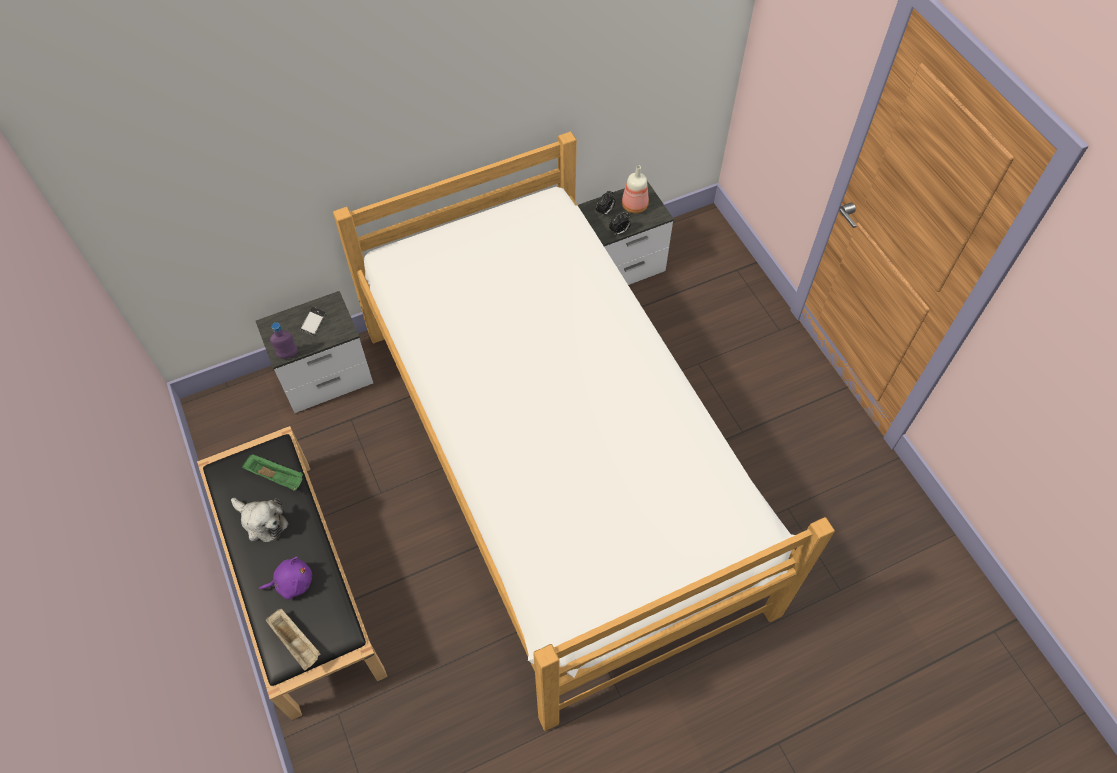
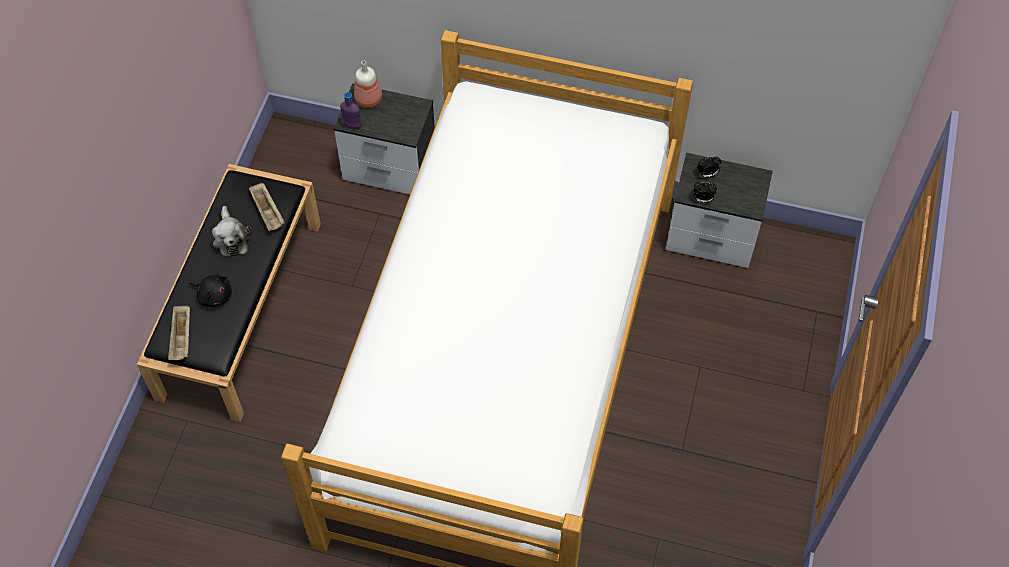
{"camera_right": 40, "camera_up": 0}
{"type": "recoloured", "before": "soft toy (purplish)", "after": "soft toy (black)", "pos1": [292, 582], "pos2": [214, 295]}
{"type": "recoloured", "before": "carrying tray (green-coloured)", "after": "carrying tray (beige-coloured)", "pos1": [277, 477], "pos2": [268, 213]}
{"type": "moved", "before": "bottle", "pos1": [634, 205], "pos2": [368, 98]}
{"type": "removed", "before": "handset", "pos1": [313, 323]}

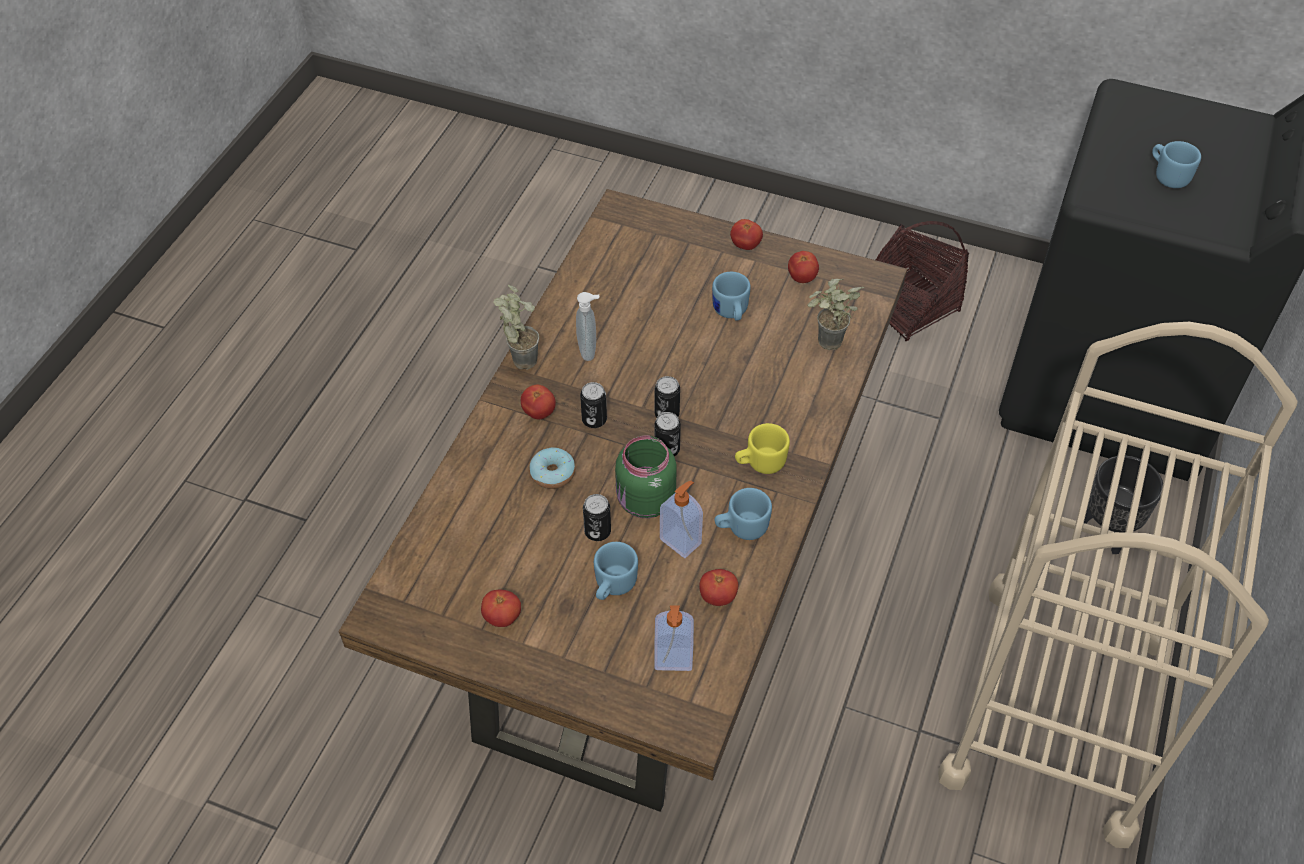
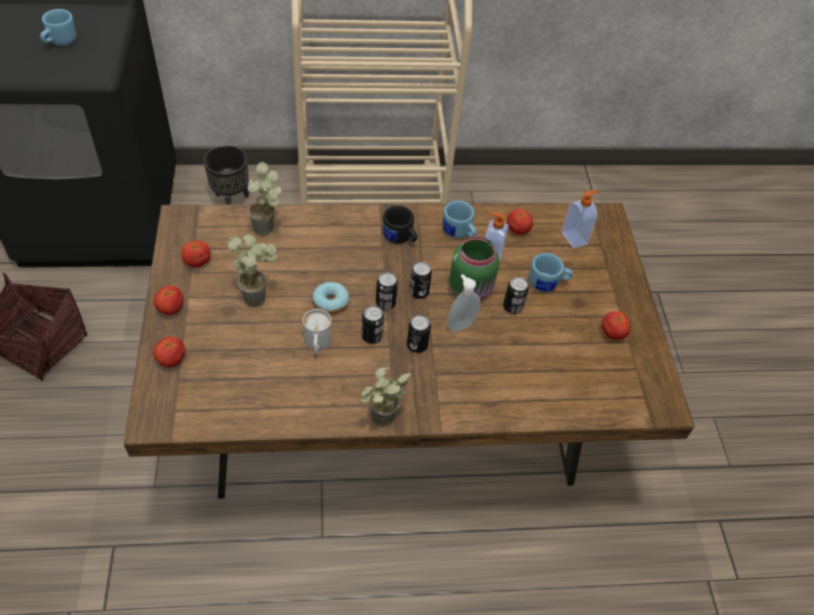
{"camera_right": -120, "camera_up": 0}
{"type": "moved", "before": "fresh tomato", "pos1": [539, 412], "pos2": [171, 360]}
{"type": "replaced", "before": "mug (bluish)", "after": "houseplant", "pos1": [730, 313], "pos2": [259, 295]}
{"type": "added", "after": "mug (white-coloured)", "pos2": [317, 344]}
{"type": "moved", "before": "ring doughnut", "pos1": [552, 474], "pos2": [331, 302]}
{"type": "added", "after": "can", "pos2": [372, 336]}
{"type": "recoloured", "before": "mug (yellowish)", "after": "mug (black)", "pos1": [759, 463], "pos2": [400, 238]}
{"type": "moved", "before": "liquid soap bottle", "pos1": [589, 350], "pos2": [460, 324]}

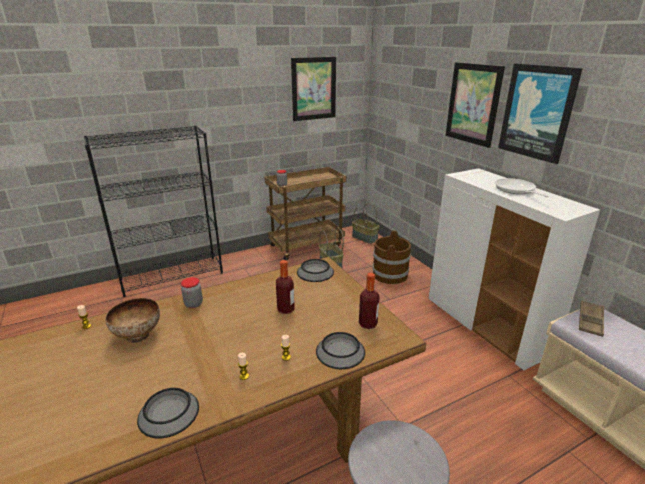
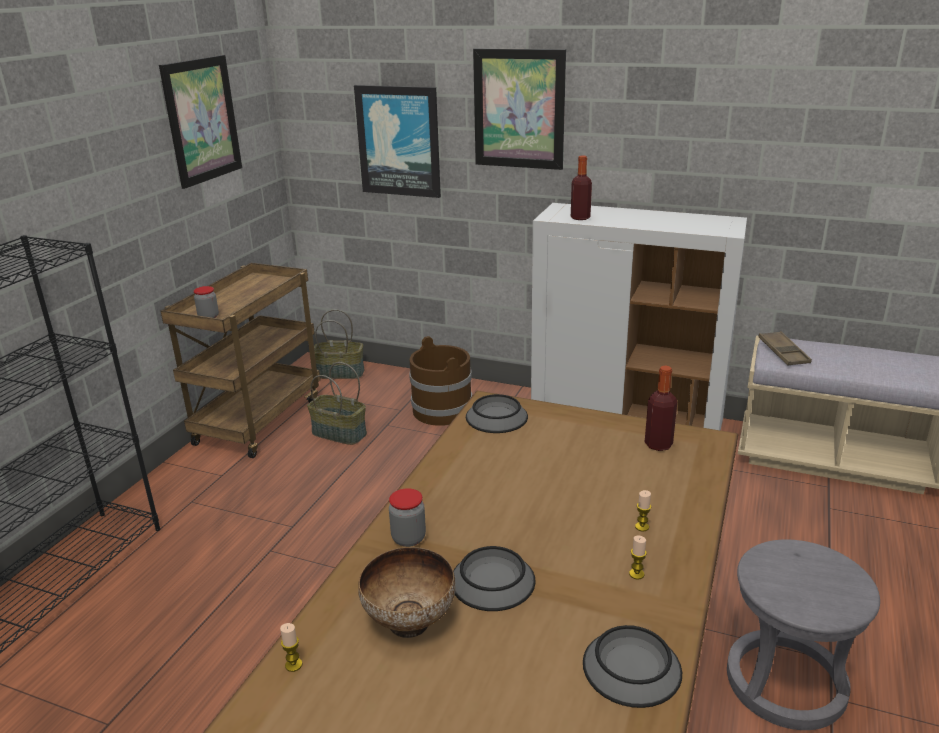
{"camera_right": -40, "camera_up": 0}
{"type": "moved", "before": "wall art", "pos1": [537, 112], "pos2": [399, 141]}
{"type": "moved", "before": "deep dish", "pos1": [340, 351], "pos2": [492, 580]}
{"type": "moved", "before": "bottle", "pos1": [285, 309], "pos2": [580, 218]}
{"type": "removed", "before": "skillet", "pos1": [516, 190]}

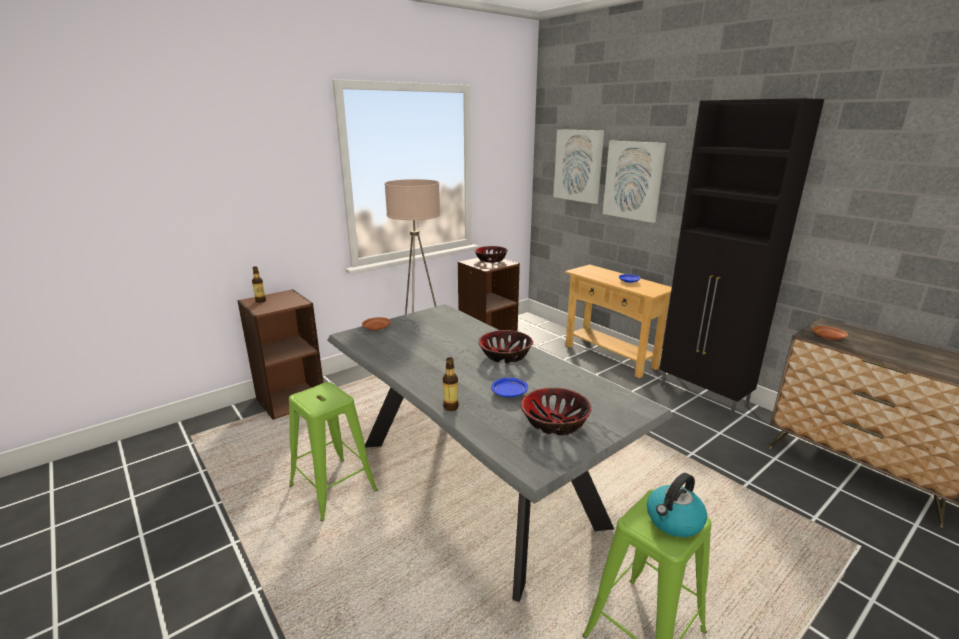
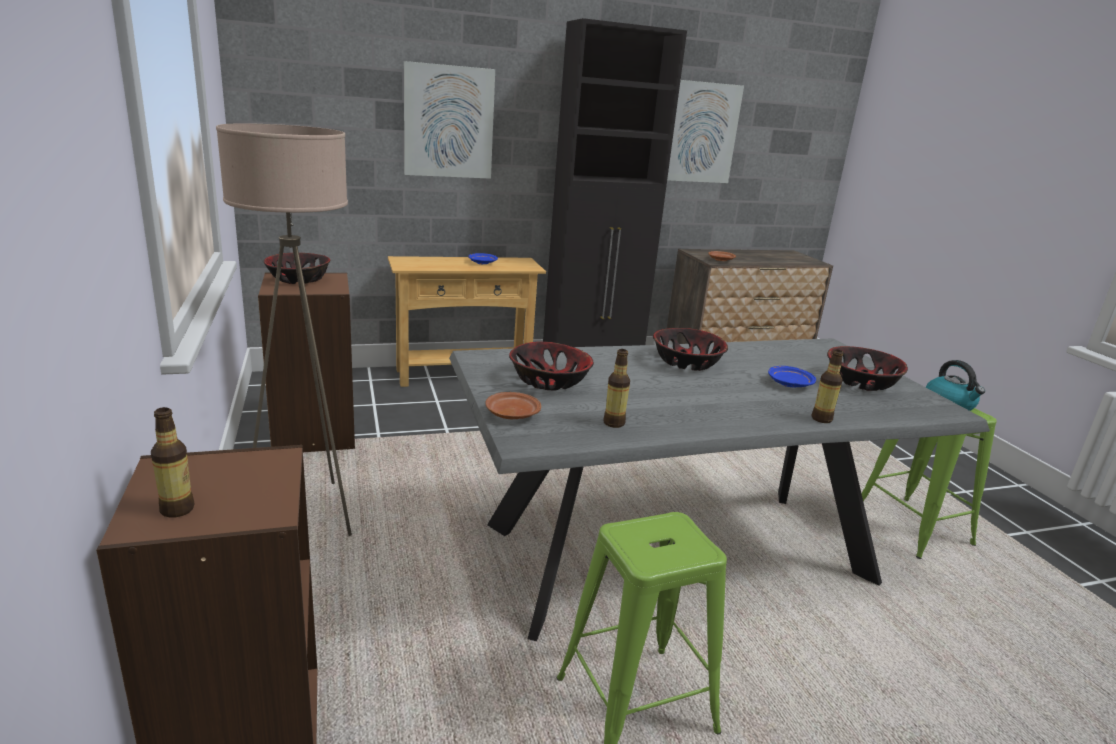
{"camera_right": -70, "camera_up": 0}
{"type": "added", "after": "deep dish", "pos2": [550, 381]}
{"type": "added", "after": "bottle", "pos2": [613, 423]}
{"type": "moved", "before": "wall art", "pos1": [578, 165], "pos2": [698, 132]}

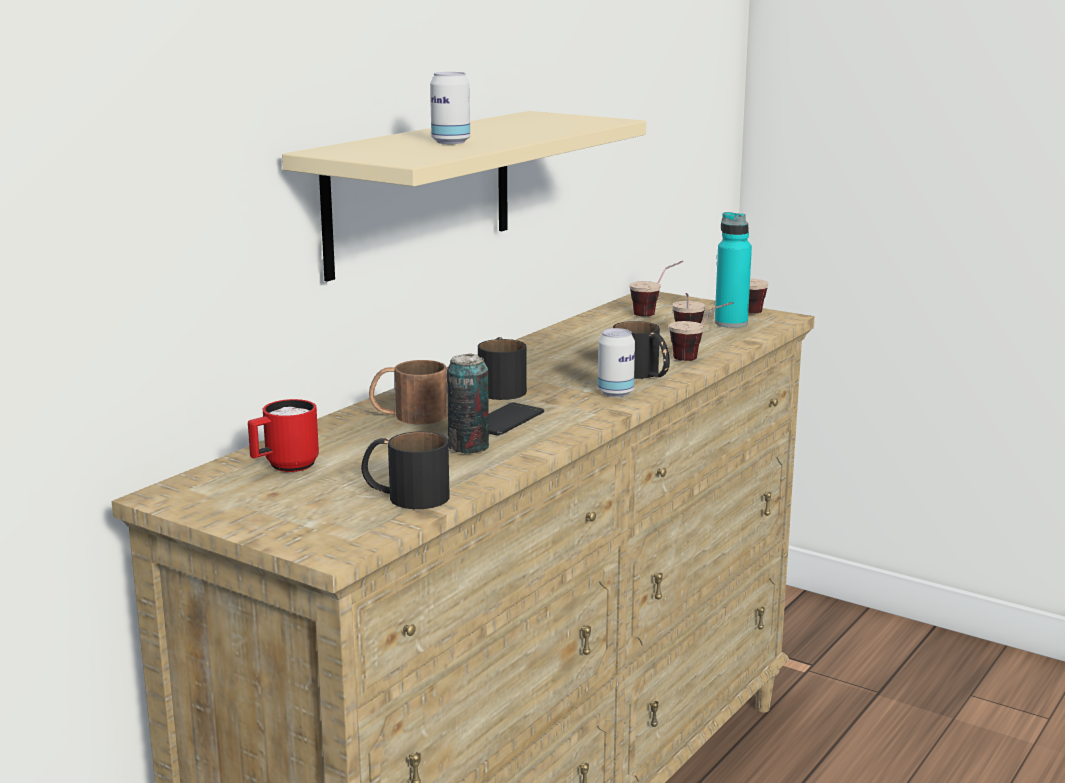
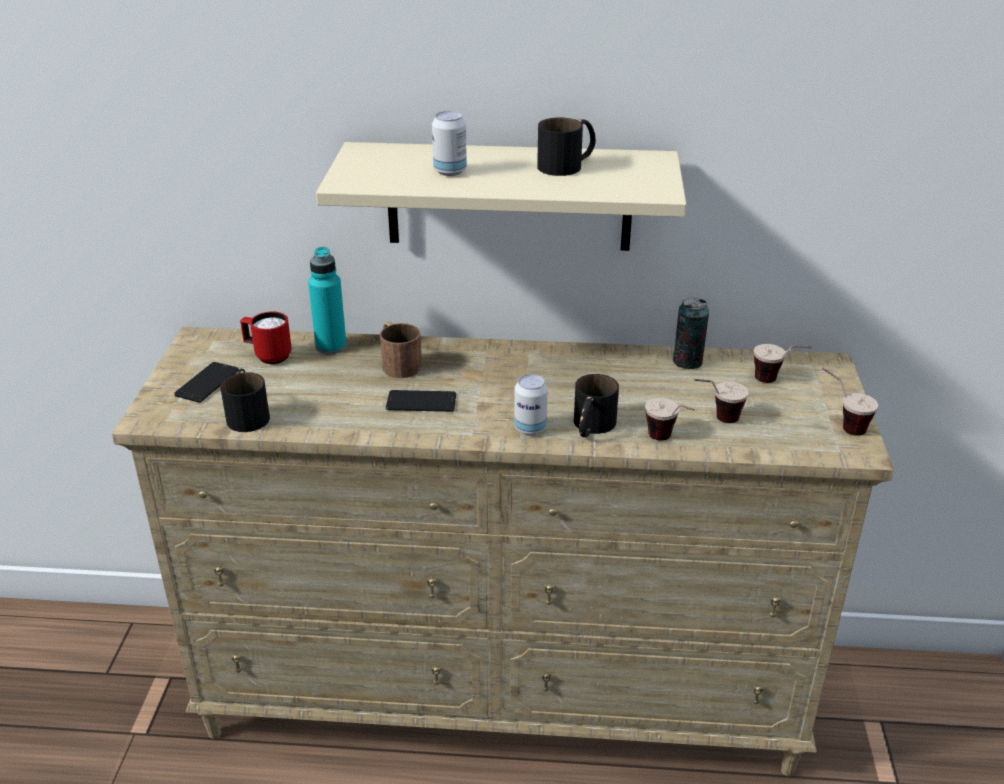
{"camera_right": 60, "camera_up": 15}
{"type": "added", "after": "handset", "pos2": [207, 383]}
{"type": "moved", "before": "bottle (blue-green)", "pos1": [731, 323], "pos2": [331, 346]}
{"type": "moved", "before": "mug (black)", "pos1": [501, 388], "pos2": [568, 165]}
{"type": "moved", "before": "can", "pos1": [468, 447], "pos2": [687, 362]}

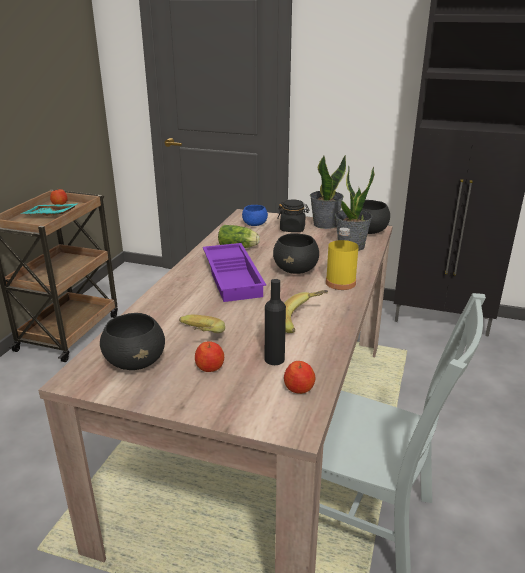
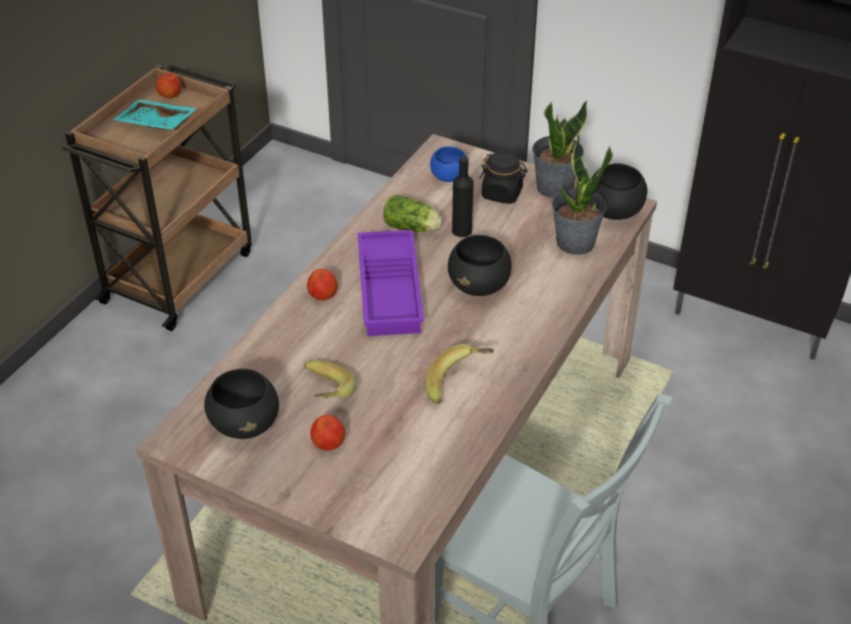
{"camera_right": 10, "camera_up": 15}
{"type": "moved", "before": "apple fruit", "pos1": [299, 388], "pos2": [323, 294]}
{"type": "moved", "before": "bottle (black)", "pos1": [274, 359], "pos2": [462, 231]}
{"type": "removed", "before": "bottle (yellowish)", "pos1": [340, 283]}

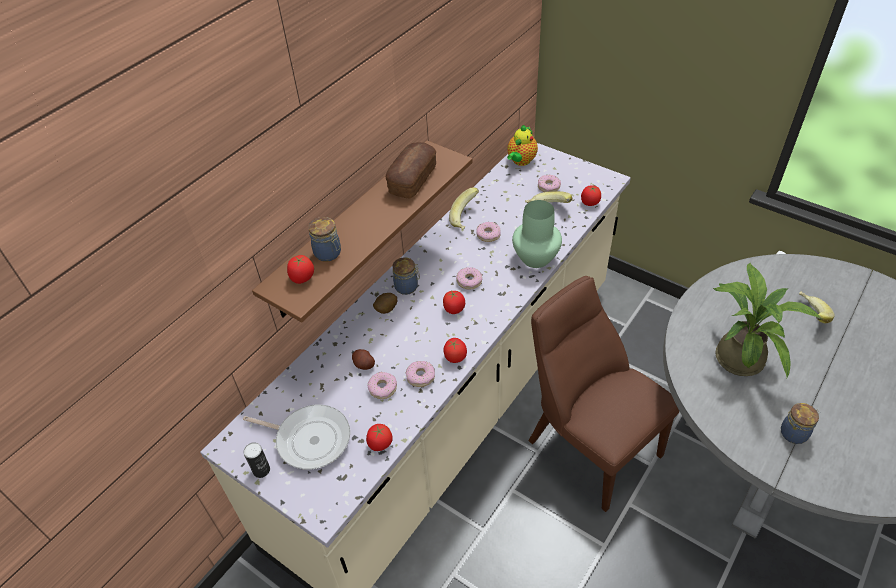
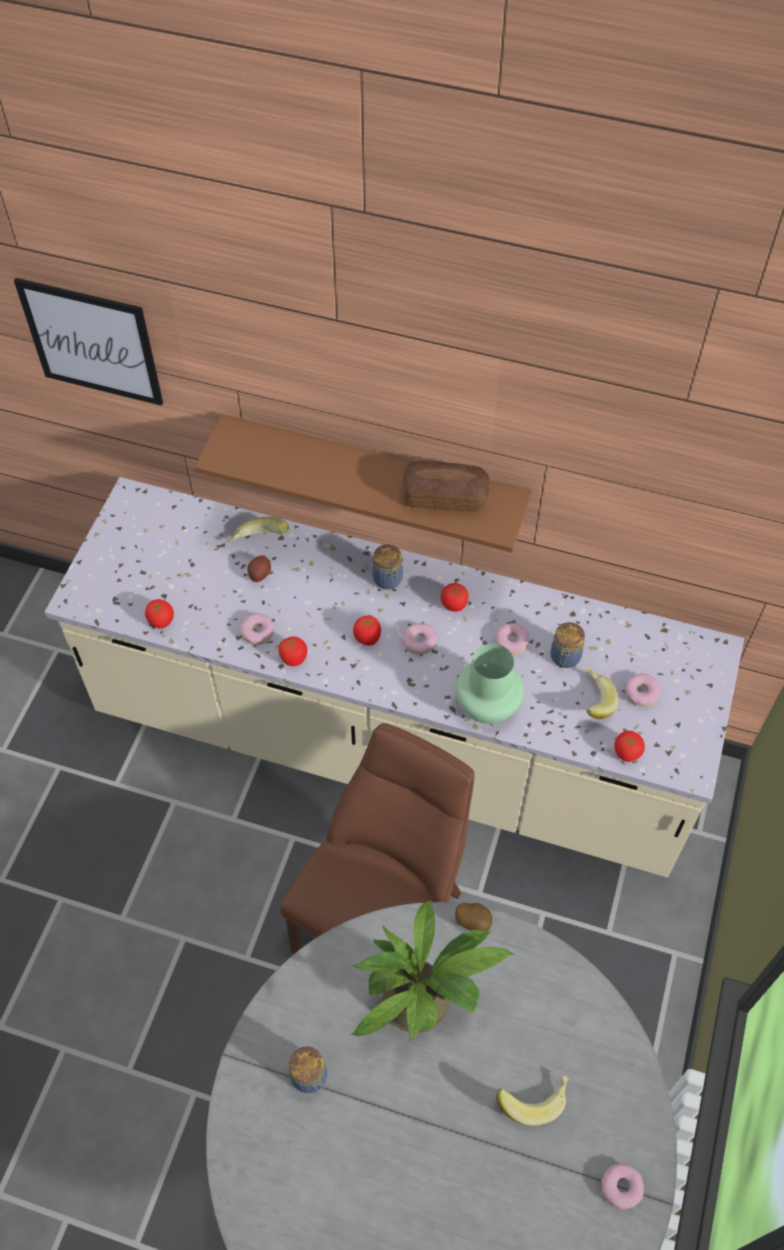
{"camera_right": 70, "camera_up": 10}
{"type": "added", "after": "wall art", "pos2": [92, 342]}
{"type": "moved", "before": "banana fruit", "pos1": [466, 218], "pos2": [259, 542]}
{"type": "moved", "before": "fresh tomato", "pos1": [302, 278], "pos2": [453, 604]}
{"type": "moved", "before": "whole potato", "pos1": [385, 310], "pos2": [473, 921]}
{"type": "moved", "before": "storage jar", "pos1": [328, 253], "pos2": [564, 658]}
{"type": "moved", "before": "ring doughnut", "pos1": [383, 388], "pos2": [621, 1187]}
{"type": "removed", "before": "skillet", "pos1": [309, 439]}
{"type": "removed", "before": "can", "pos1": [261, 470]}
{"type": "removed", "before": "pot for tea", "pos1": [520, 161]}

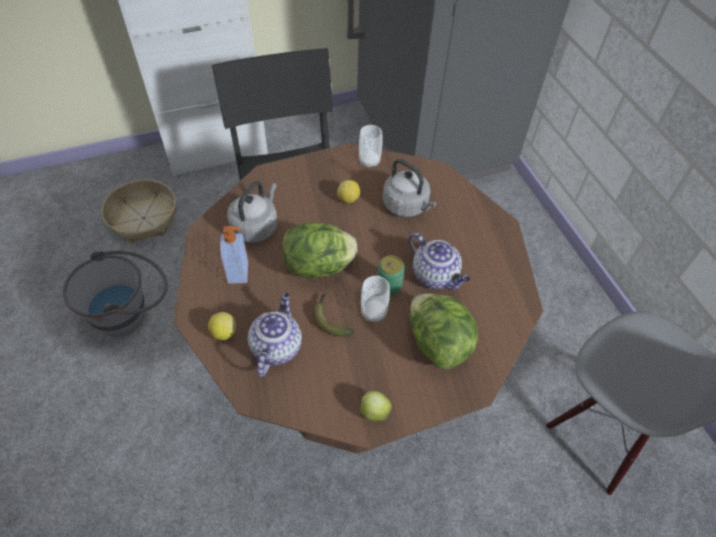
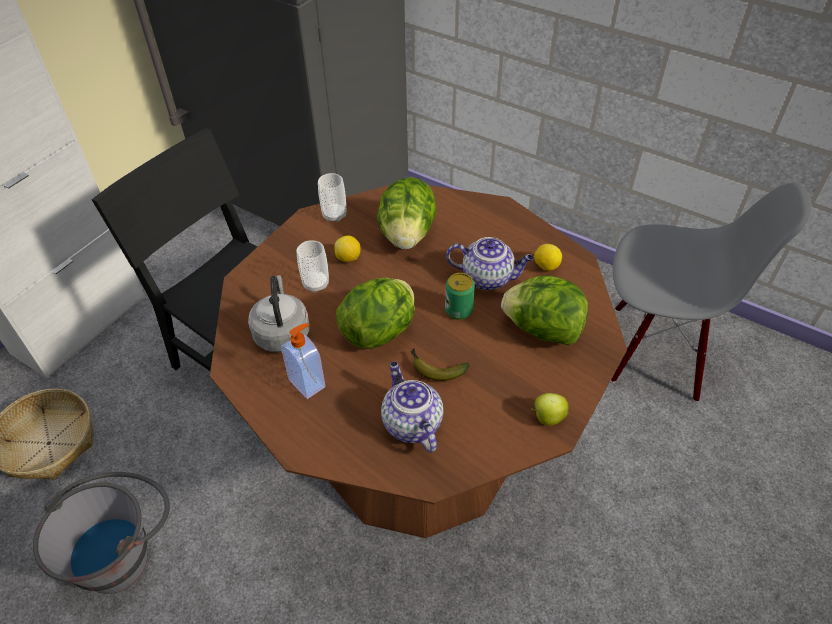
{"camera_right": -35, "camera_up": -5}
{"type": "moved", "before": "cup", "pos1": [373, 312], "pos2": [316, 284]}
{"type": "replaced", "before": "water kettle (greyish)", "after": "lettuce head", "pos1": [407, 206], "pos2": [407, 235]}
{"type": "moved", "before": "lemon", "pos1": [224, 332], "pos2": [546, 266]}

